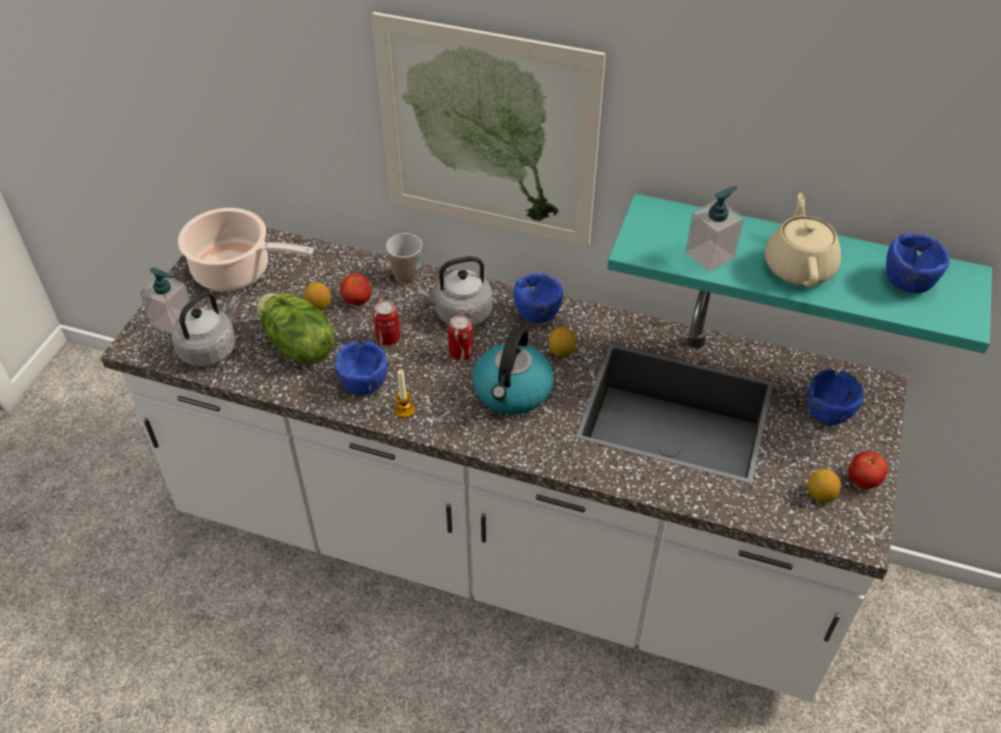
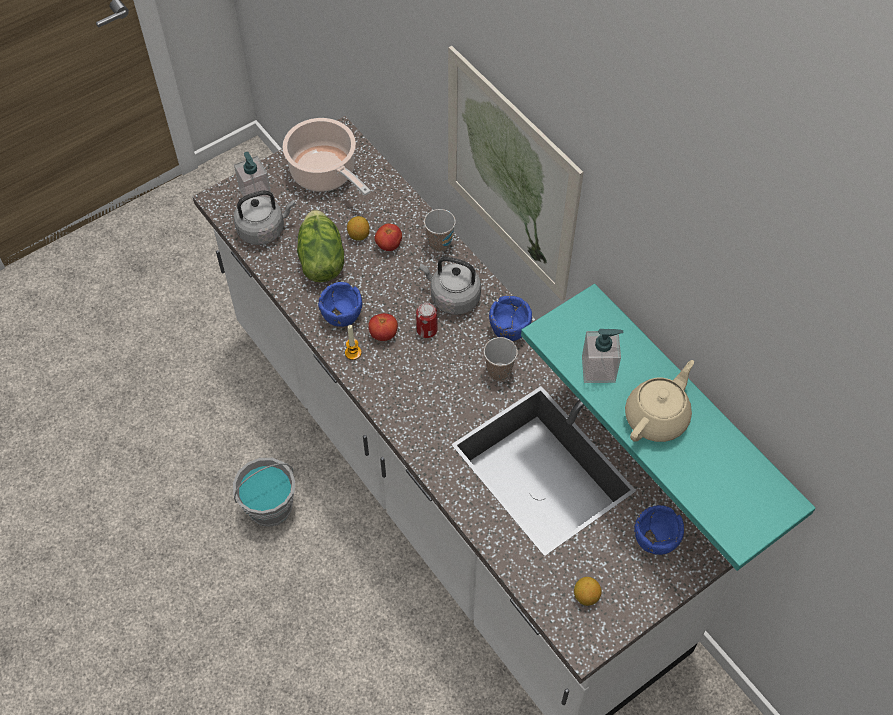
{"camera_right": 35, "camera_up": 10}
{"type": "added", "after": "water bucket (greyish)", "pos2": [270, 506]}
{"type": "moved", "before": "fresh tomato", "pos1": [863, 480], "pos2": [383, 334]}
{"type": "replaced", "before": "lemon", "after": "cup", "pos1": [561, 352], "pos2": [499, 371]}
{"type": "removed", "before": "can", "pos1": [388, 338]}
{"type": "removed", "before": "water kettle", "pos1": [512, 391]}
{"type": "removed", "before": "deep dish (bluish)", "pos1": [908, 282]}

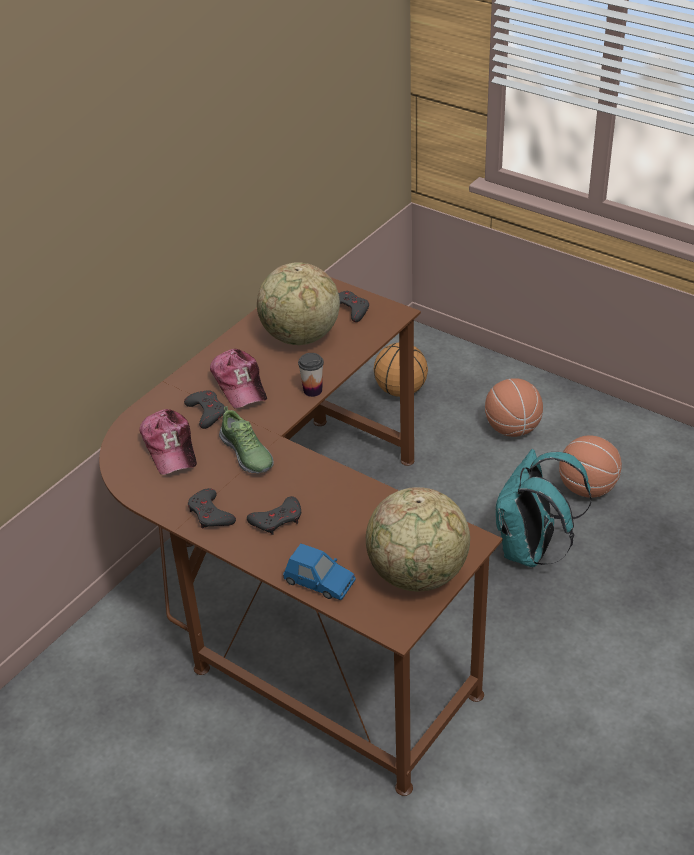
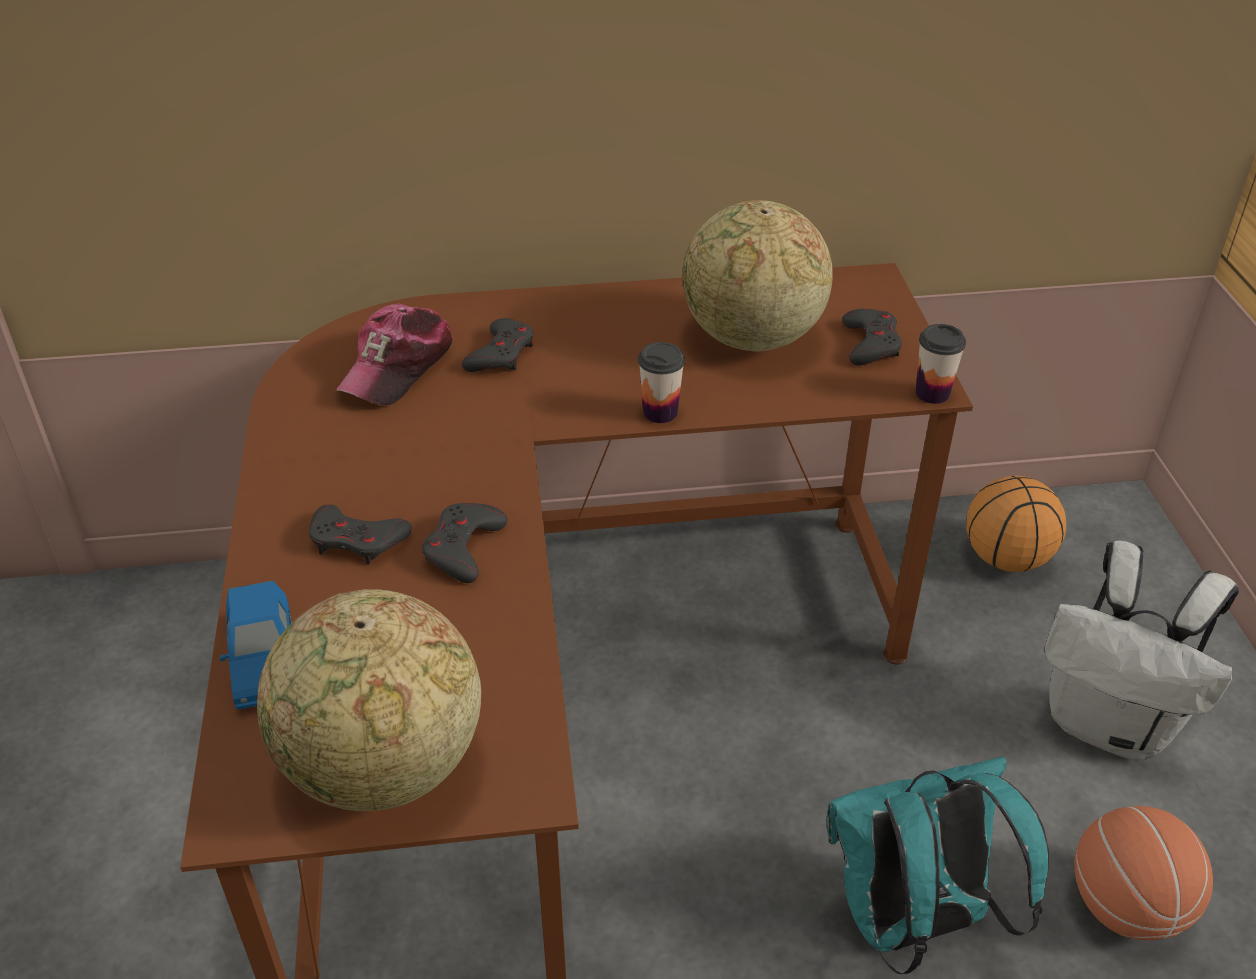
{"camera_right": 45, "camera_up": 0}
{"type": "moved", "before": "game controller (greyish)", "pos1": [210, 514], "pos2": [463, 548]}
{"type": "added", "after": "cup", "pos2": [932, 393]}
{"type": "replaced", "before": "ball for basketball", "after": "backpack (white-coloured)", "pos1": [512, 428], "pos2": [1110, 724]}
{"type": "removed", "before": "baseball cap", "pos1": [239, 385]}
{"type": "removed", "before": "shoe", "pos1": [247, 454]}

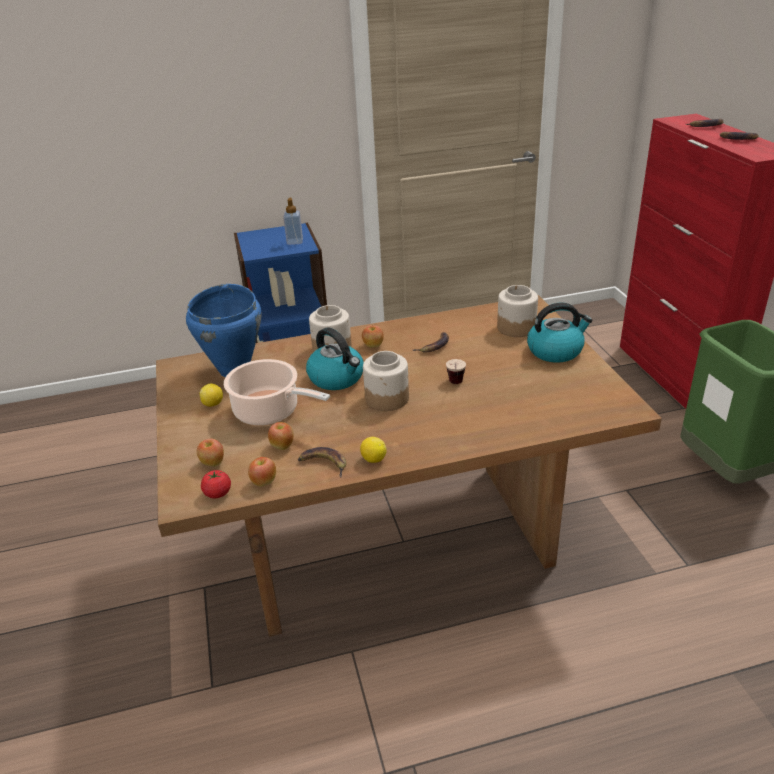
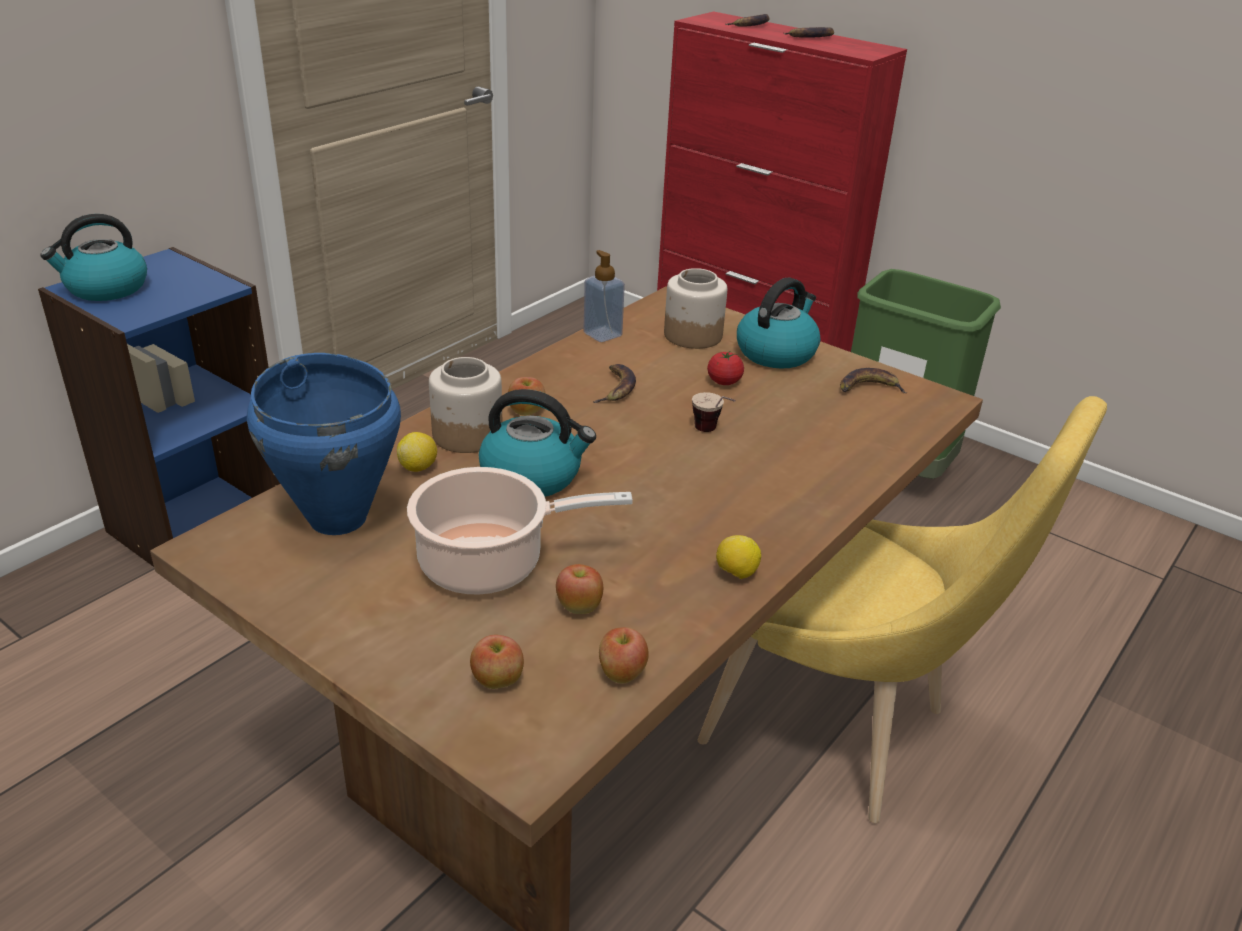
{"camera_right": -40, "camera_up": 0}
{"type": "added", "after": "water kettle", "pos2": [106, 288]}
{"type": "moved", "before": "lemon", "pos1": [213, 404], "pos2": [418, 467]}
{"type": "moved", "before": "liquid soap bottle", "pos1": [295, 241], "pos2": [602, 334]}
{"type": "added", "after": "plain chair (yellowish)", "pos2": [840, 732]}
{"type": "moved", "before": "fresh tomato", "pos1": [218, 493], "pos2": [724, 381]}
{"type": "moved", "before": "banana fruit", "pos1": [323, 463], "pos2": [868, 388]}
{"type": "removed", "before": "storage jar", "pos1": [387, 398]}

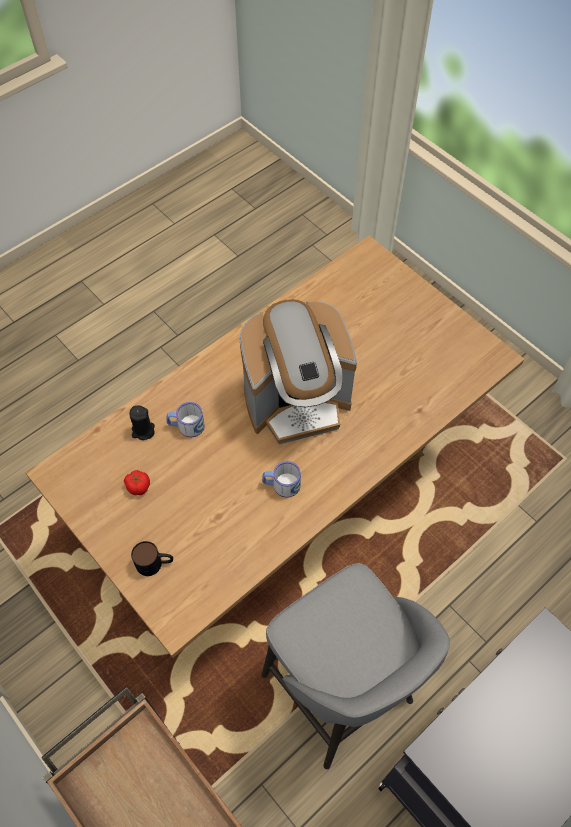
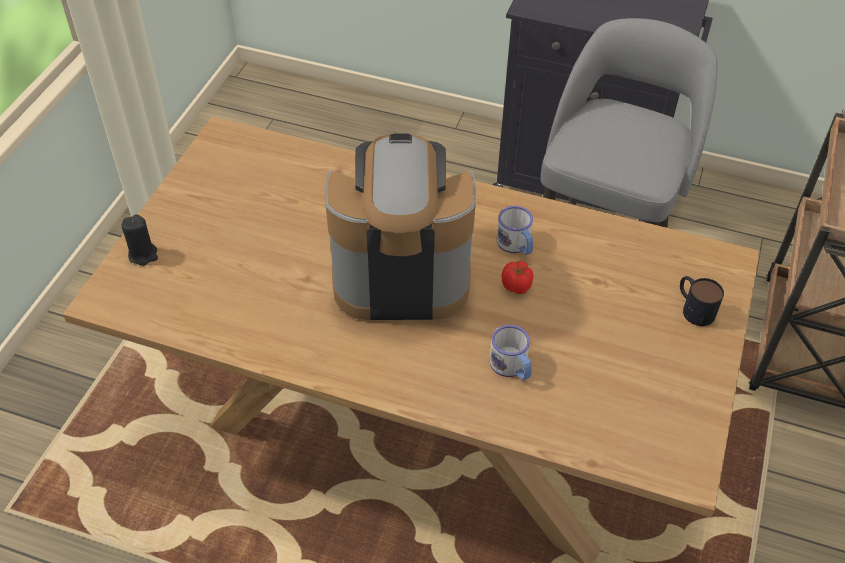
{"camera_right": -120, "camera_up": -10}
{"type": "moved", "before": "wax light (black)", "pos1": [143, 431], "pos2": [143, 254]}
{"type": "turned", "before": "coffee brewer", "pos1": [297, 403], "pos2": [400, 275], "turn": -45}
{"type": "moved", "before": "fresh tomato", "pos1": [138, 487], "pos2": [516, 286]}

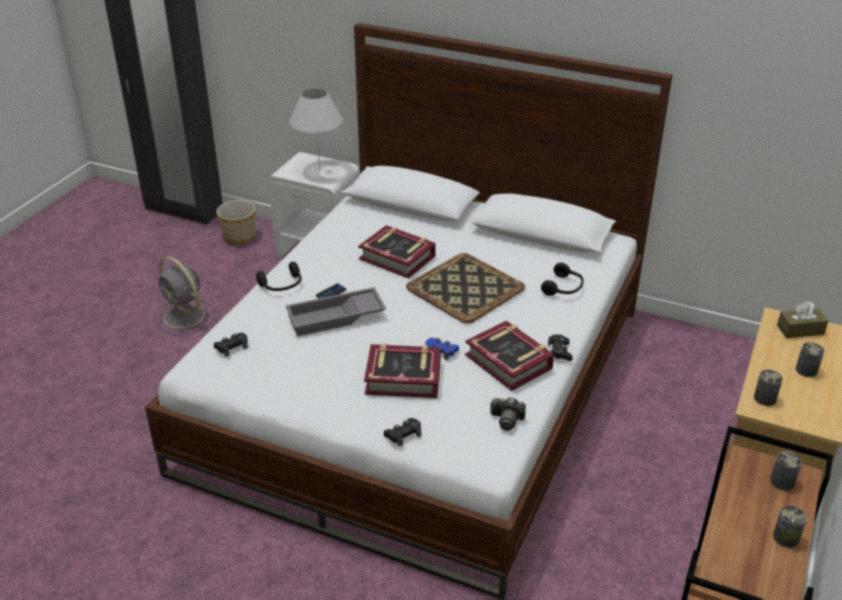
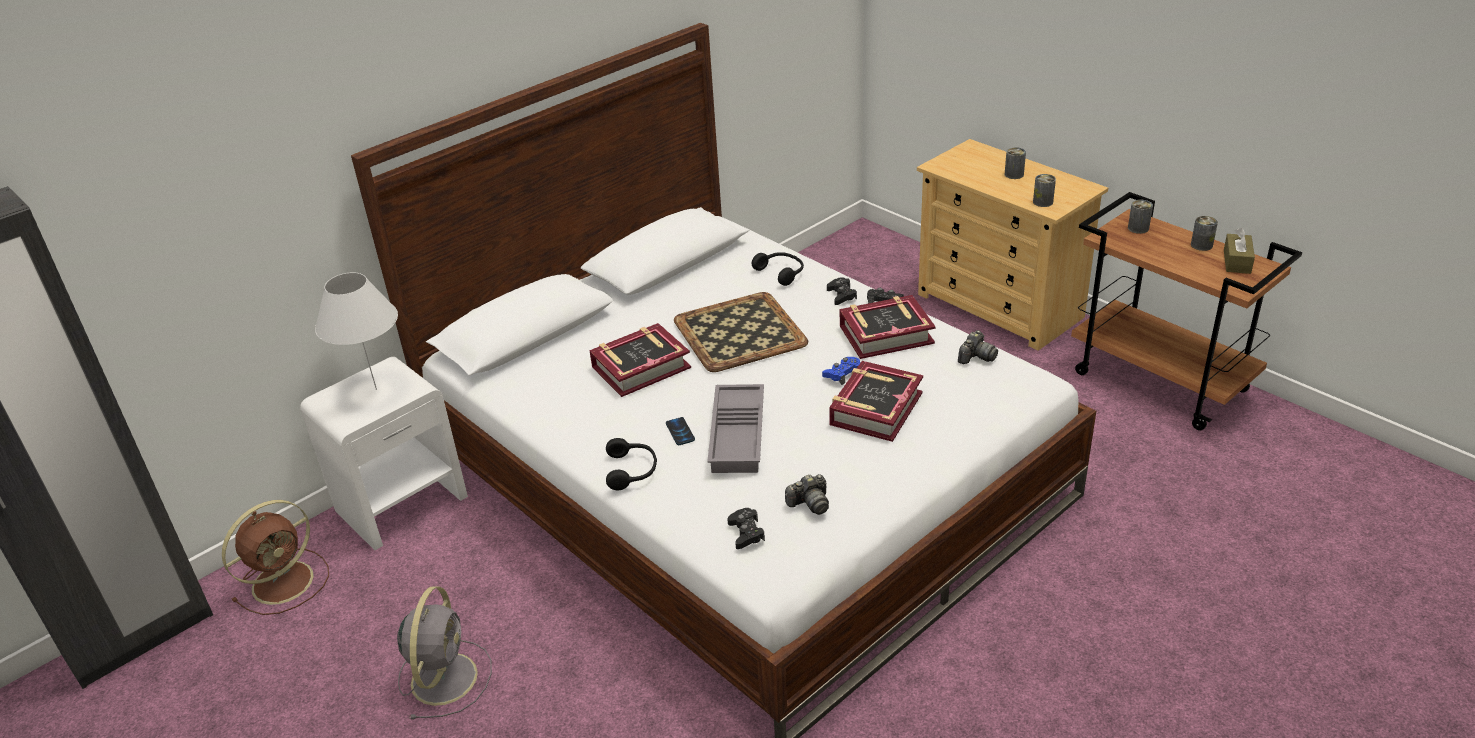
{"camera_right": -65, "camera_up": 0}
{"type": "replaced", "before": "planter", "after": "fan (brownish)", "pos1": [240, 236], "pos2": [285, 581]}
{"type": "turned", "before": "fan (greyish)", "pos1": [185, 317], "pos2": [445, 676], "turn": -60}
{"type": "added", "after": "photo camera", "pos2": [810, 503]}
{"type": "moved", "before": "game controller (black)", "pos1": [403, 434], "pos2": [841, 295]}
{"type": "moved", "before": "tissue box (brownish)", "pos1": [800, 330], "pos2": [1237, 261]}

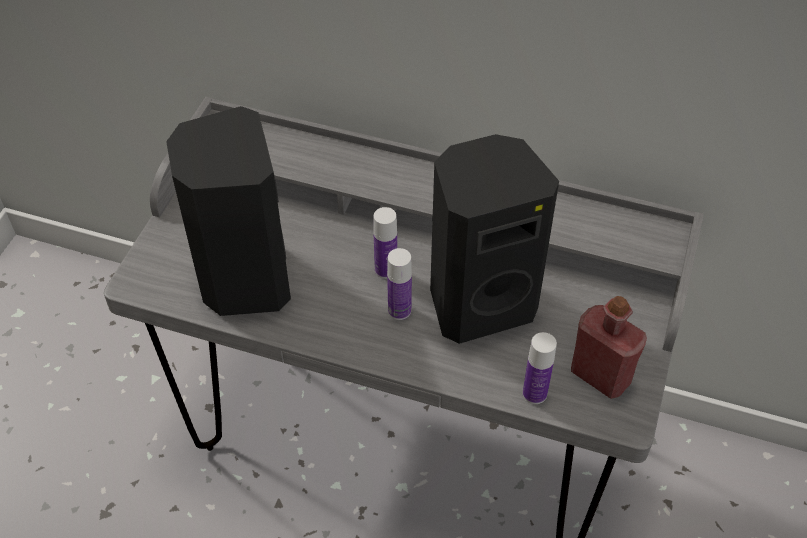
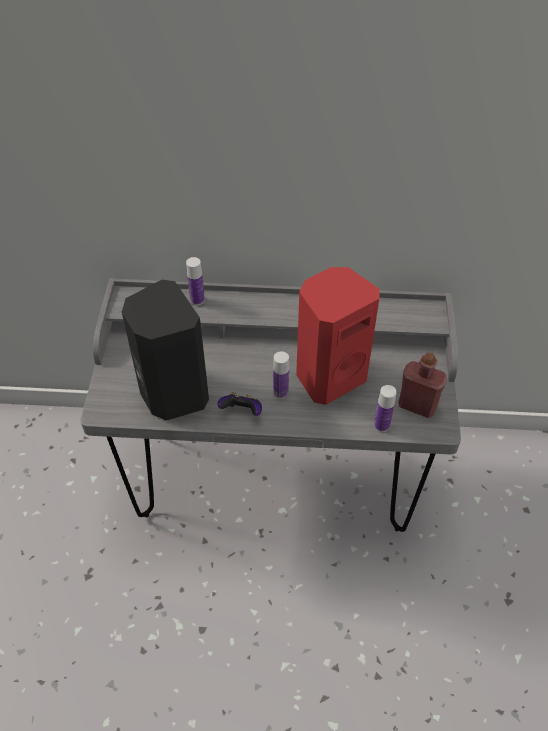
{"camera_right": -15, "camera_up": 0}
{"type": "moved", "before": "bottle", "pos1": [386, 270], "pos2": [197, 300]}
{"type": "added", "after": "game controller", "pos2": [242, 412]}
{"type": "recoloured", "before": "audio speaker (black)", "after": "audio speaker (red-coloured)", "pos1": [479, 302], "pos2": [329, 376]}

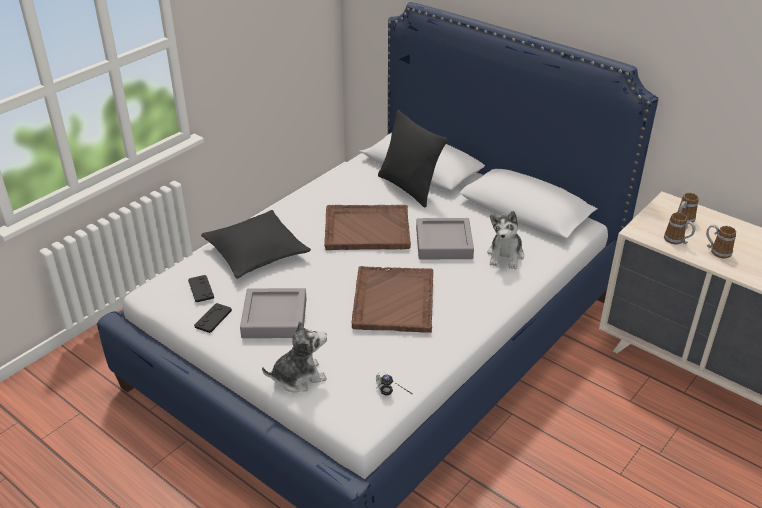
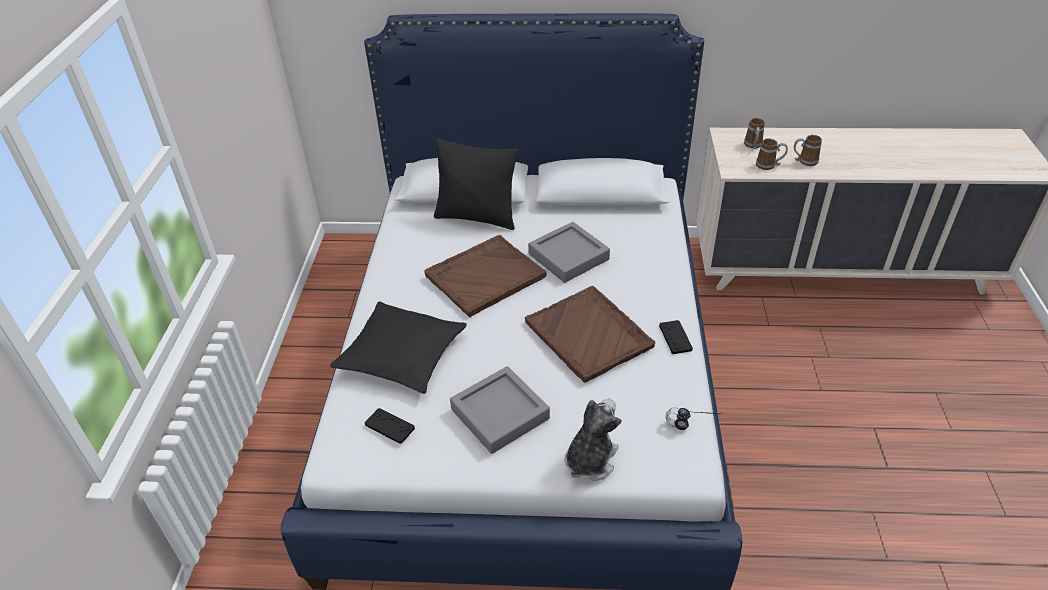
{"camera_right": -35, "camera_up": 5}
{"type": "moved", "before": "game controller (black)", "pos1": [213, 318], "pos2": [675, 337]}
{"type": "removed", "before": "soft toy", "pos1": [505, 255]}

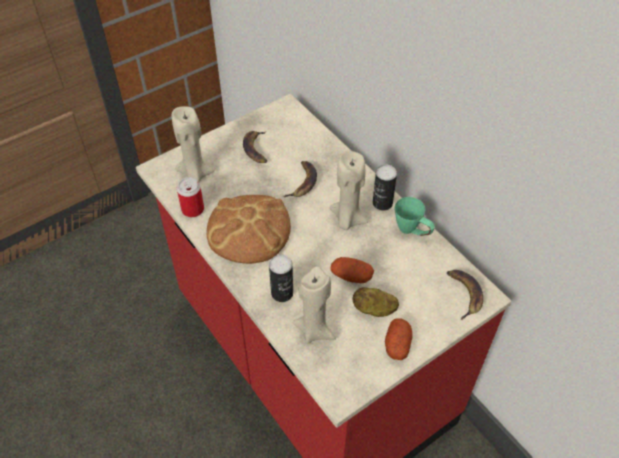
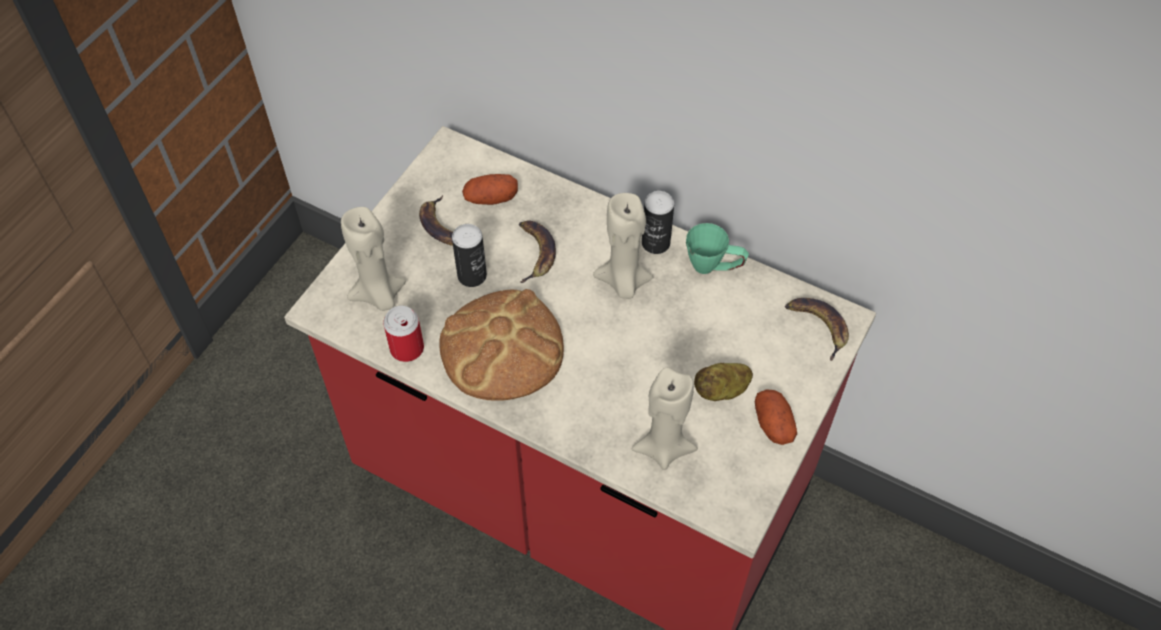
{"camera_right": -25, "camera_up": 5}
{"type": "moved", "before": "can", "pos1": [282, 293], "pos2": [472, 275]}
{"type": "moved", "before": "whole potato", "pos1": [351, 276], "pos2": [491, 198]}

